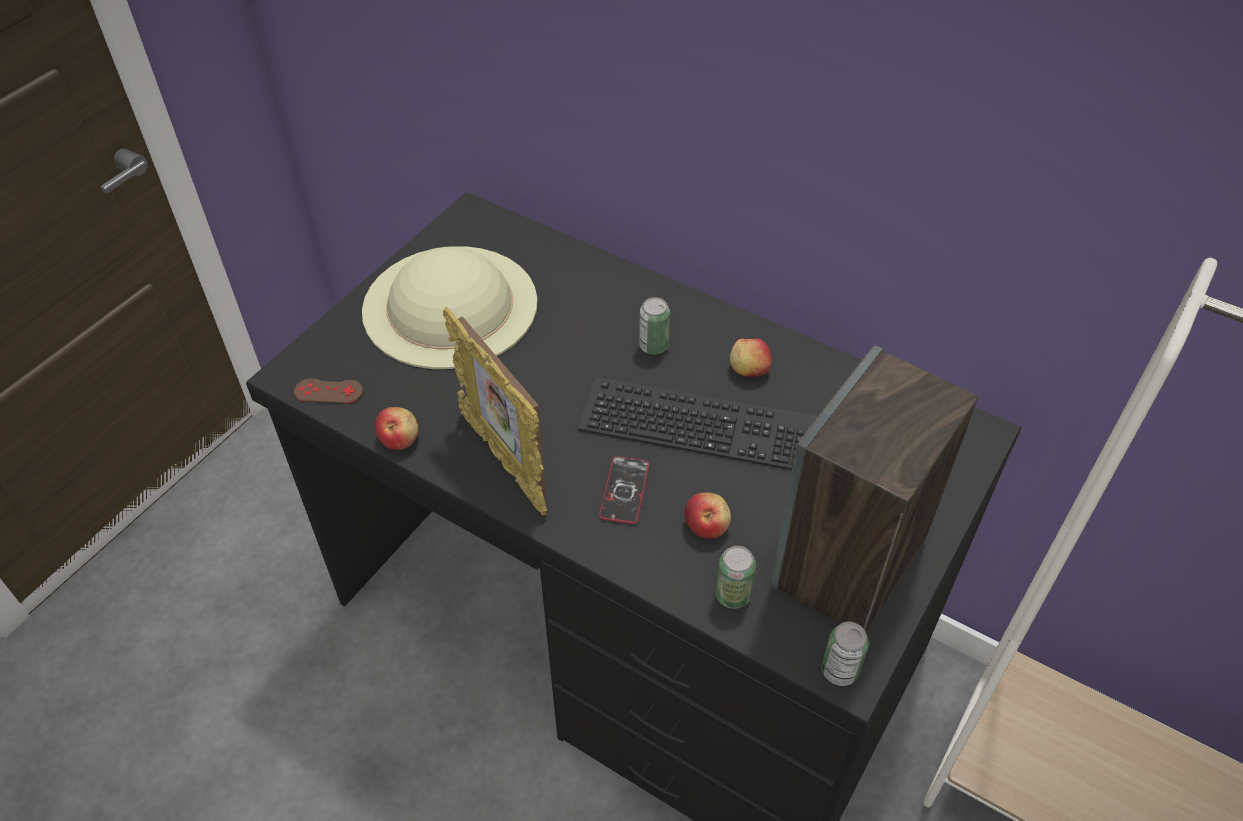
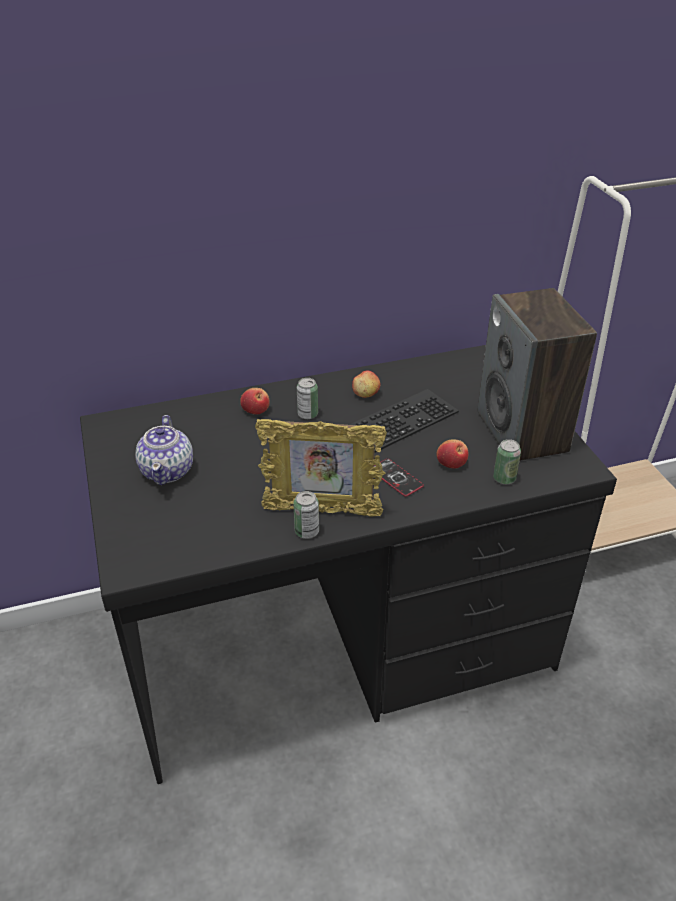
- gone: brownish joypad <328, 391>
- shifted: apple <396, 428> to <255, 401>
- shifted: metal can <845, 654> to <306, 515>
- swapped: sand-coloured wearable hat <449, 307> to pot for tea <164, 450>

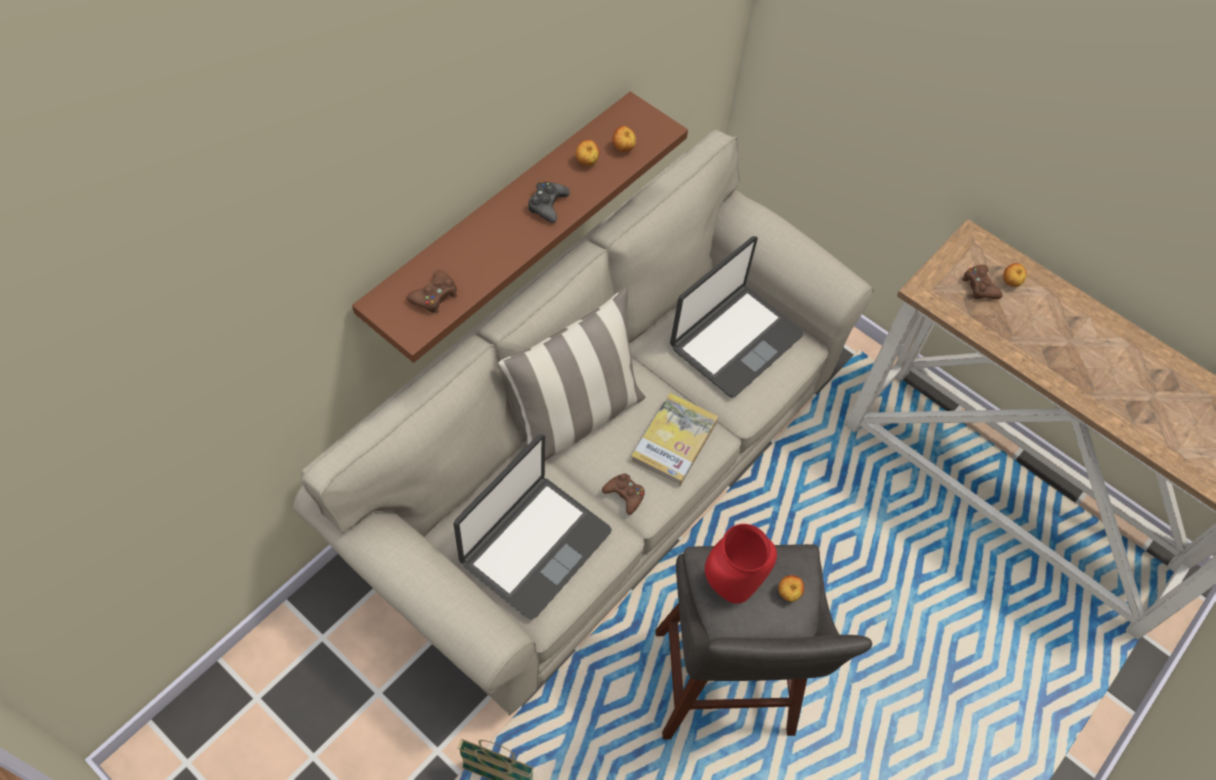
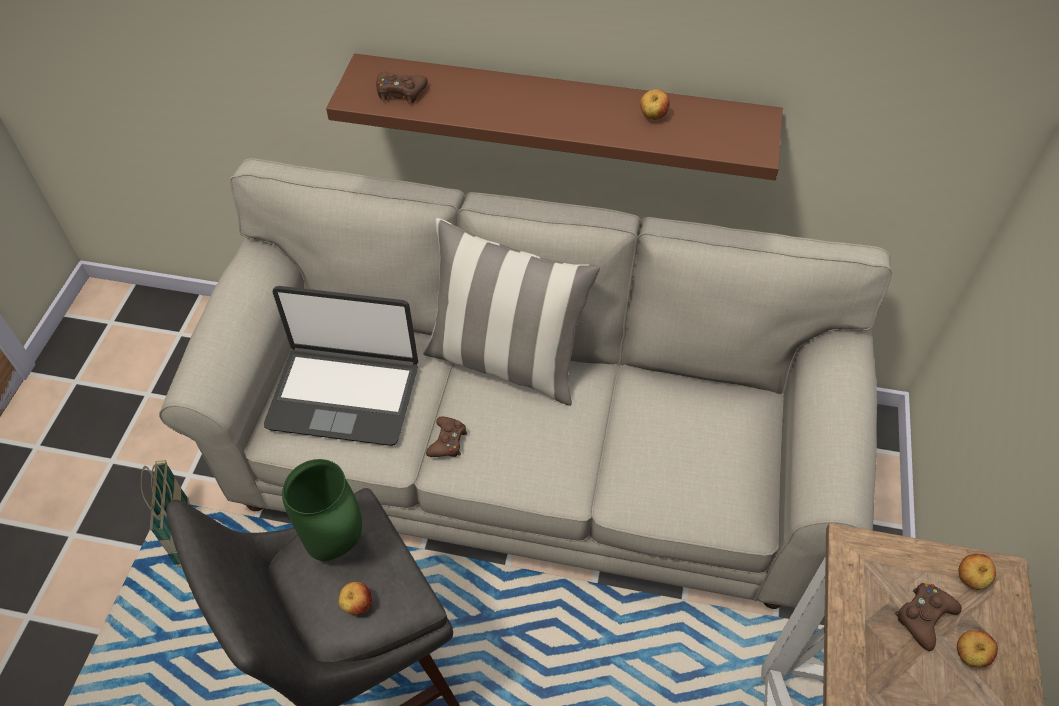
- gone: black-coloured joypad <549, 202>
- gone: volume <674, 439>
- gone: notebook computer <737, 317>
- shifted: apple <624, 139> to <977, 572>
- repainted: red decorative vase <741, 564> to green decorative vase <322, 510>

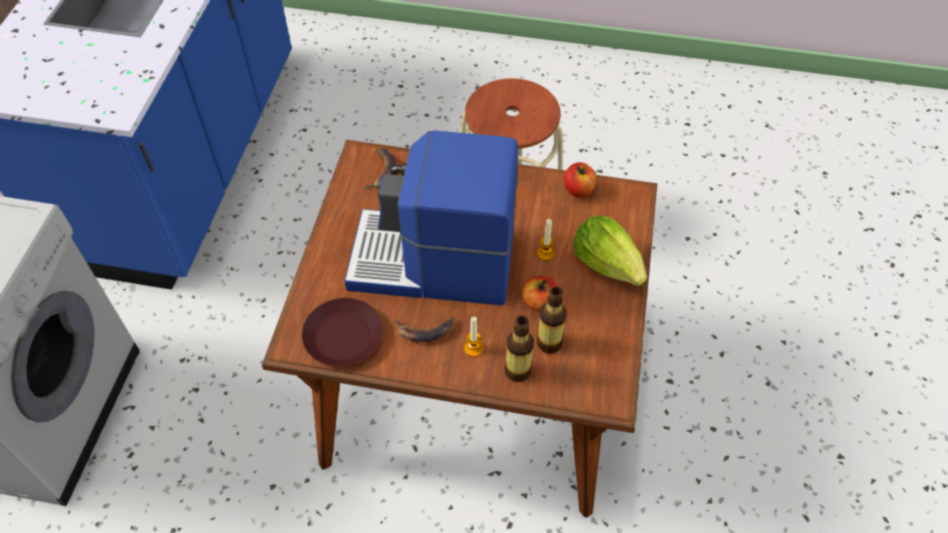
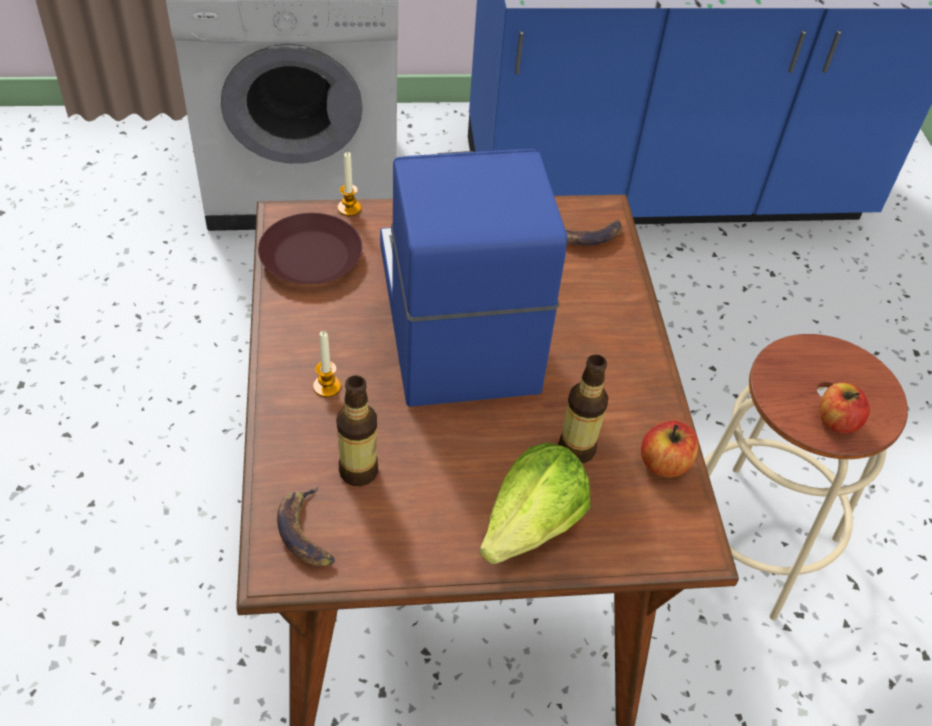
- shifted: banana fruit <425, 329> to <306, 526>
- shifted: bottle <519, 349> to <583, 408>
- shifted: apple <540, 294> to <844, 408>
- shifted: wax light <546, 240> to <349, 184>

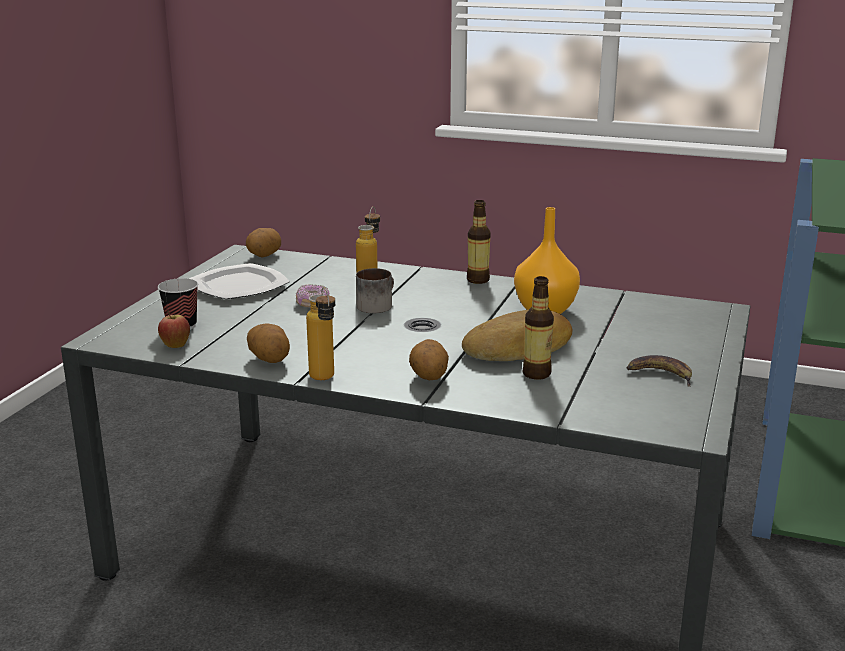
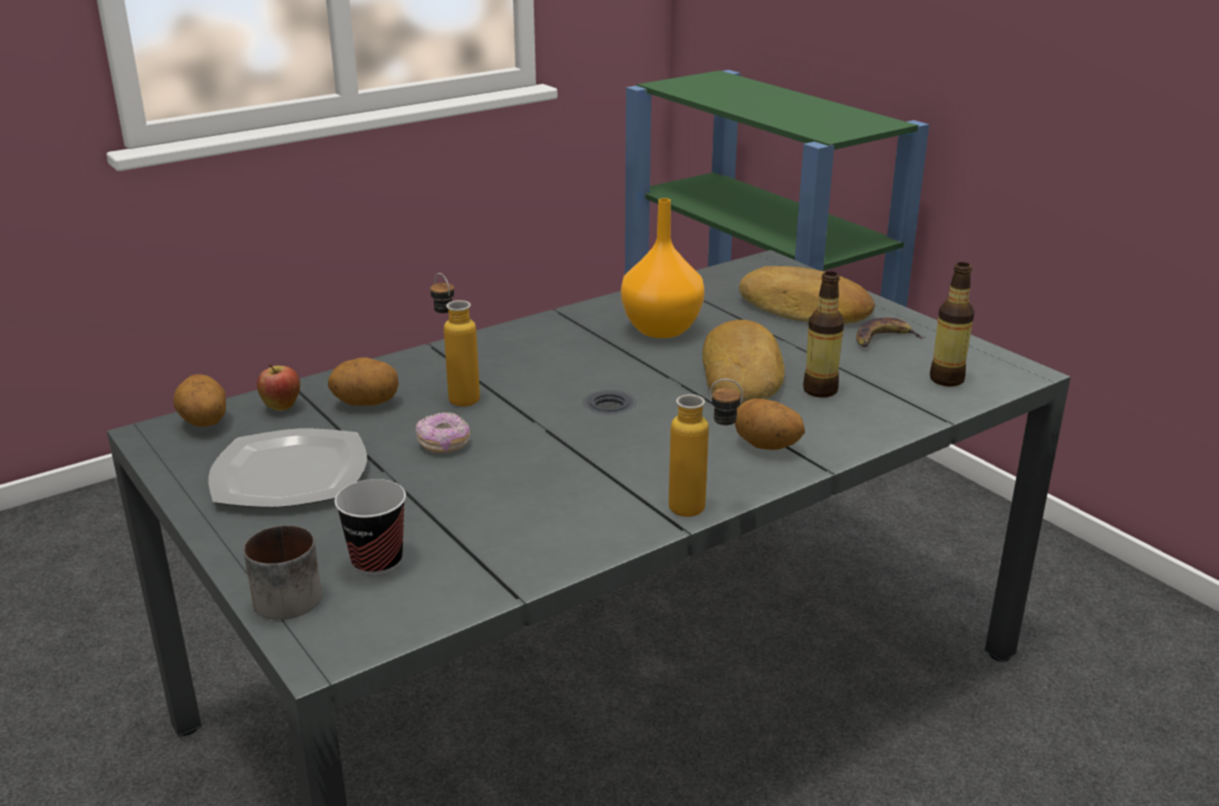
- new: bakery bread <807, 295>
- shifted: apple <174, 329> to <278, 387>
- shifted: whole potato <268, 343> to <363, 381>
- shifted: coffee mug <375, 290> to <283, 572>
- shifted: bottle <478, 242> to <952, 324>

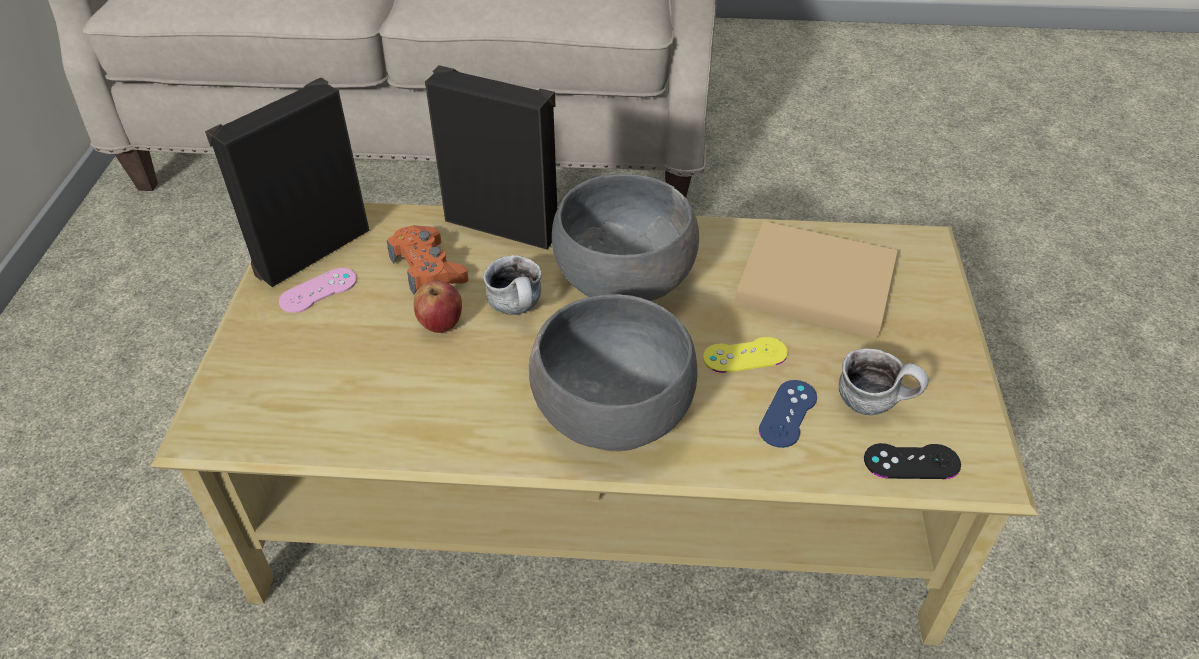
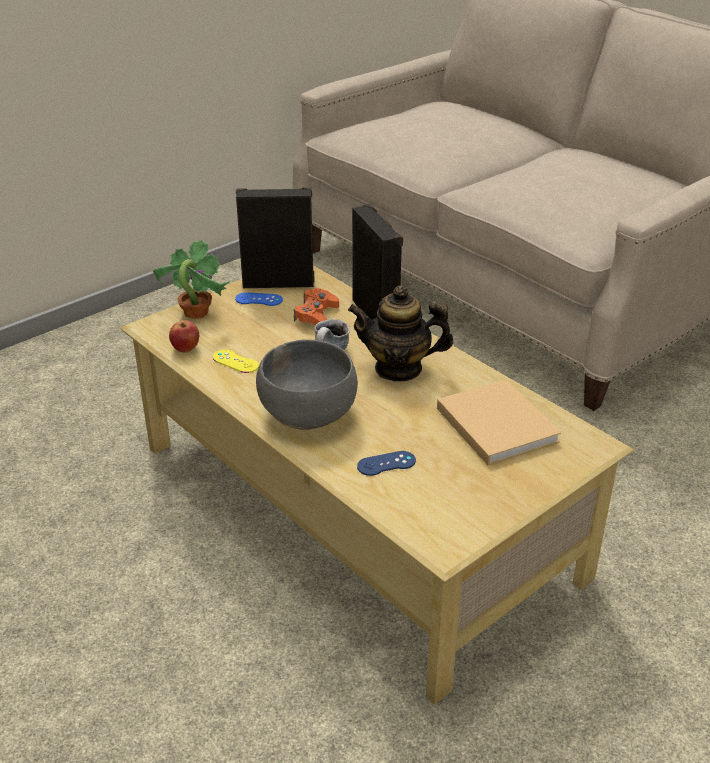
- gone: coffee mug <884, 381>
- gone: black-coloured joypad <912, 461>
- new: houseplant <192, 279>
- shifted: apple <438, 306> to <184, 336>
- shifted: yellow joypad <745, 355> to <236, 361>
- swapped: grey deep dish <625, 237> to pot for tea <400, 333>
- repainted: pink-coloured joypad <318, 290> to blue-coloured joypad <259, 299>

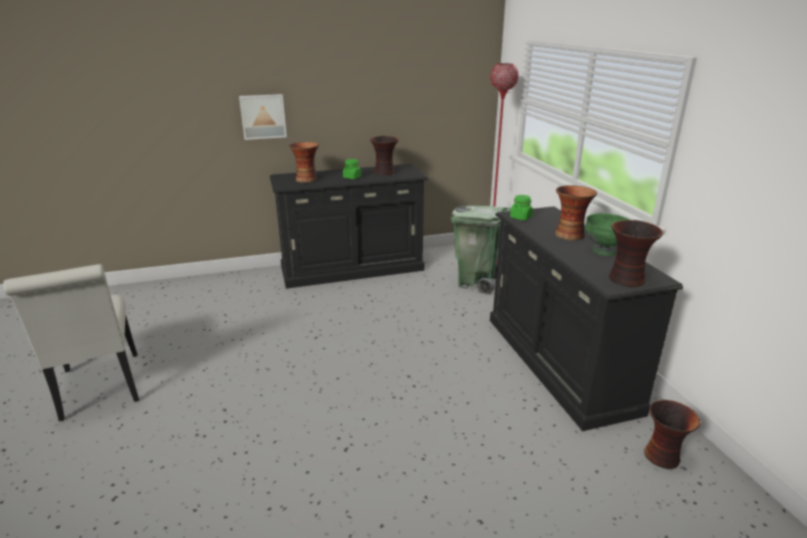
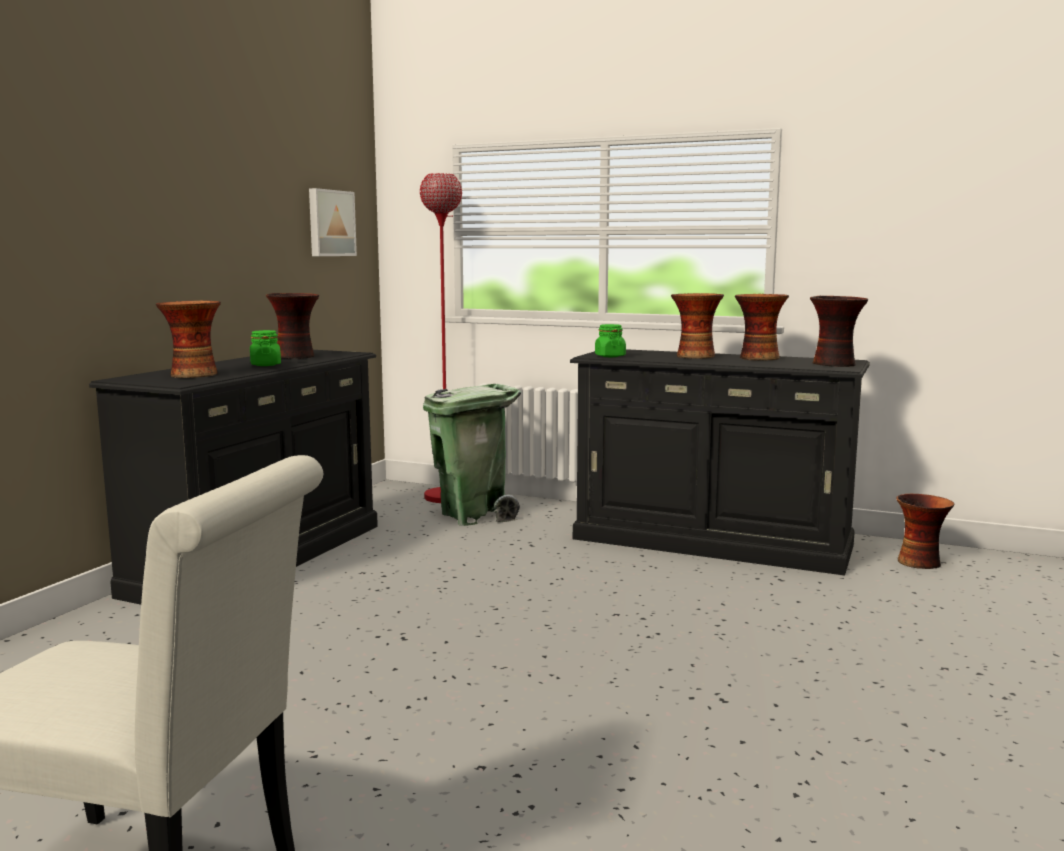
- shifted: wall art <263, 117> to <333, 222>
- swapped: green deep dish <607, 234> to decorative vase <762, 327>

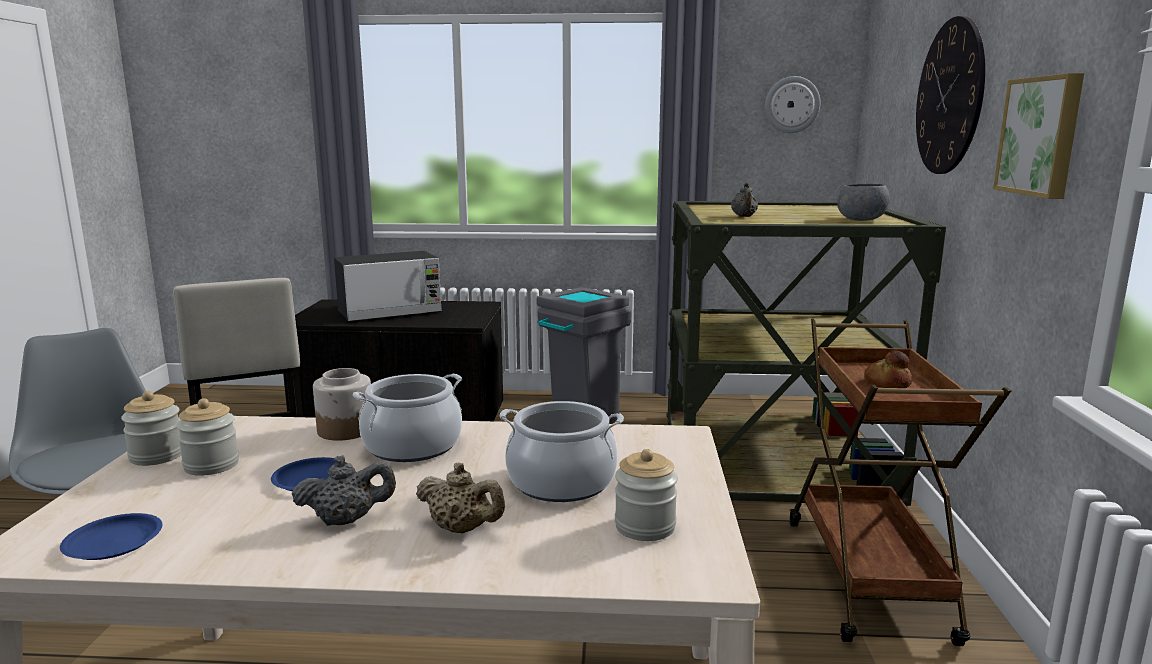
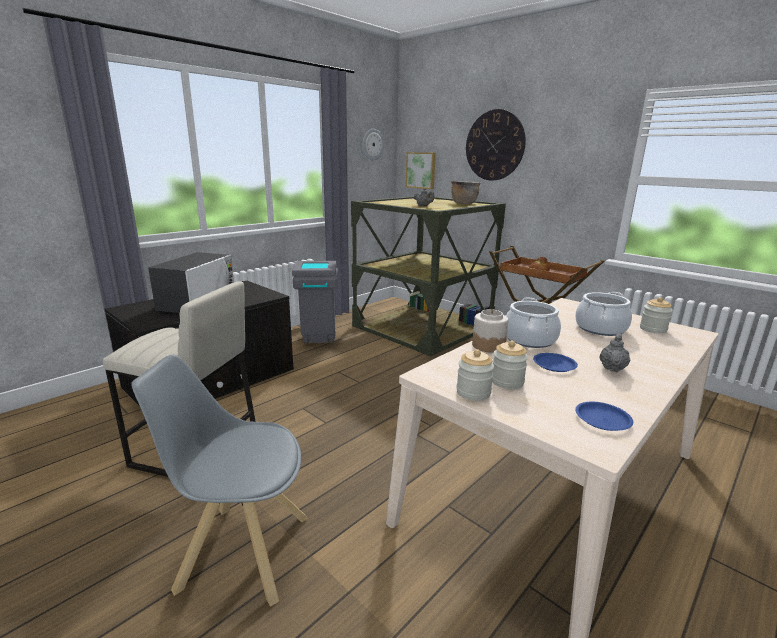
- gone: sand-coloured pot for tea <460, 498>
- shifted: wall art <1038, 136> to <421, 170>
- swapped: grey deep dish <863, 202> to brownish cooking pot <465, 192>

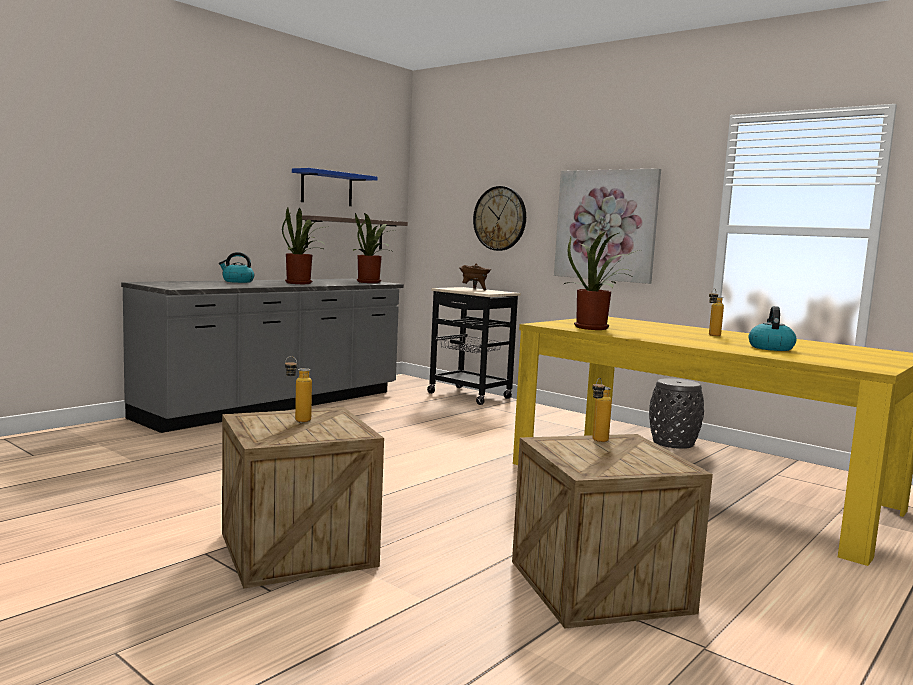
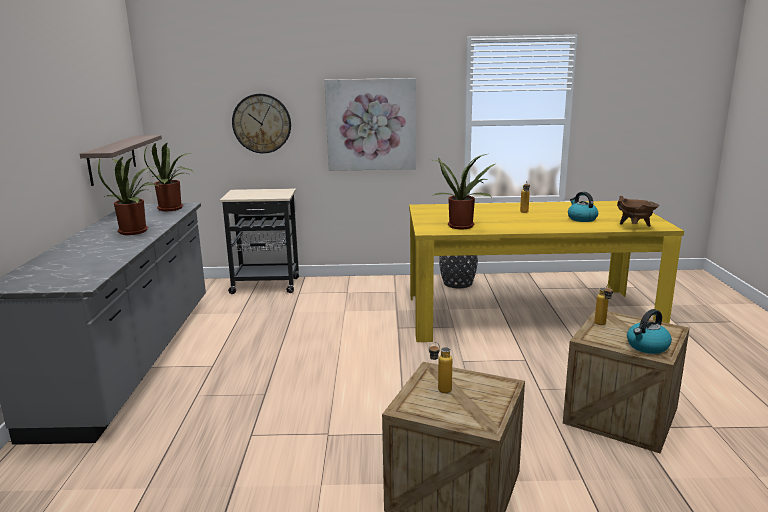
- gone: blue-coloured bracket shelf <335, 187>
- shifted: water kettle <236, 267> to <649, 331>
- shifted: brownish cooking pot <475, 277> to <638, 211>

